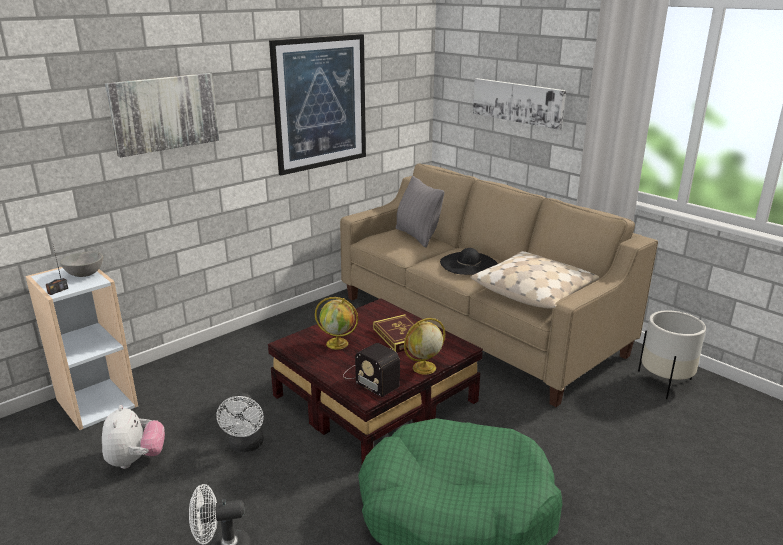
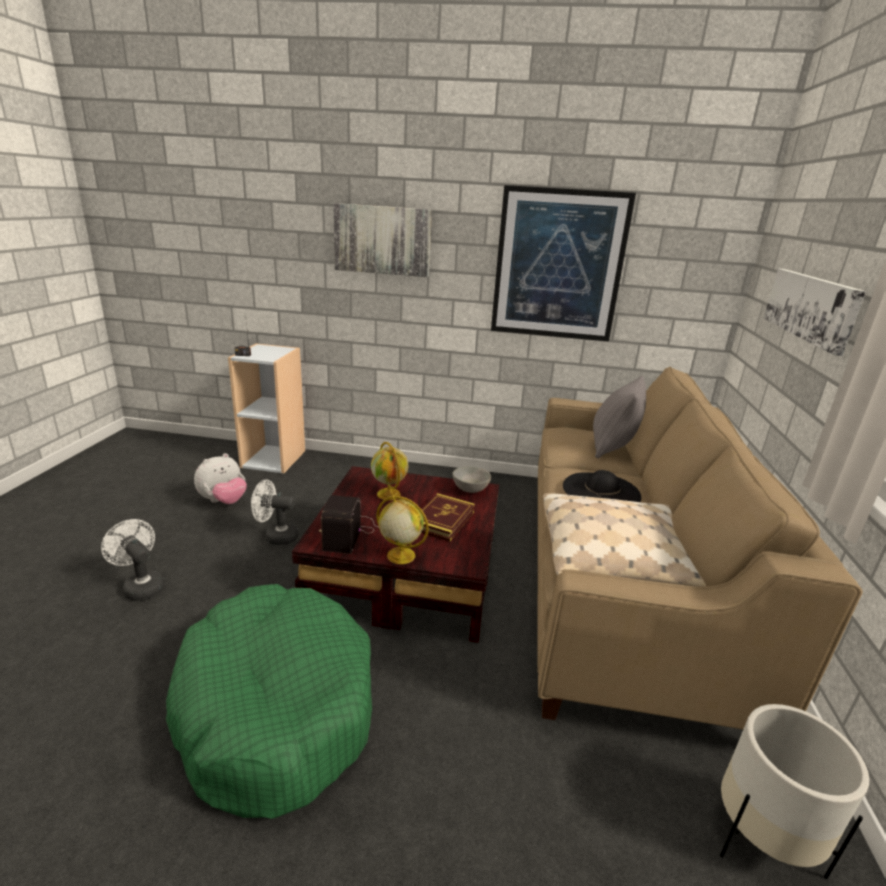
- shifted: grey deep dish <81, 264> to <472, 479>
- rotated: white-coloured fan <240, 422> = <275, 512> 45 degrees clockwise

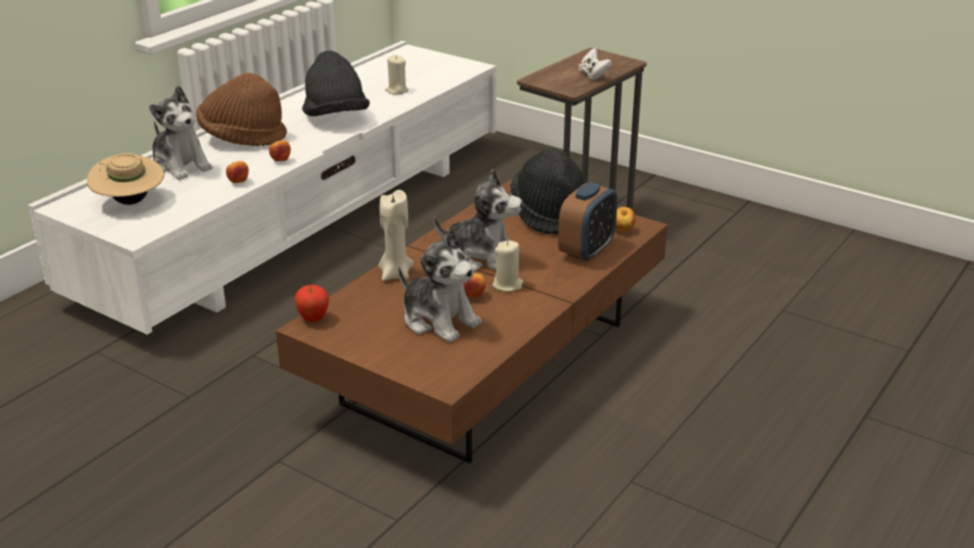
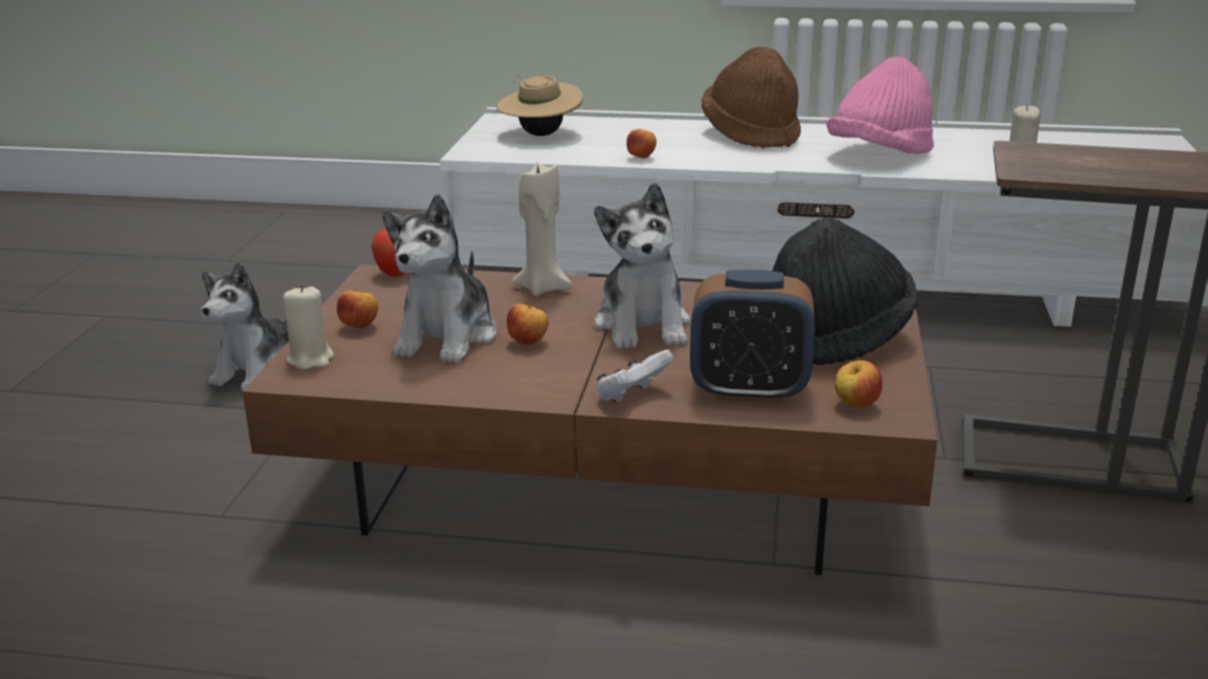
- shifted: soft toy <181, 133> to <245, 326>
- shifted: apple <280, 150> to <357, 309>
- shifted: sand-coloured wax light <507, 266> to <308, 327>
- shifted: white-coloured joypad <595, 64> to <635, 376>
- repainted: black-coloured wearable hat <336, 83> to pink-coloured wearable hat <880, 105>

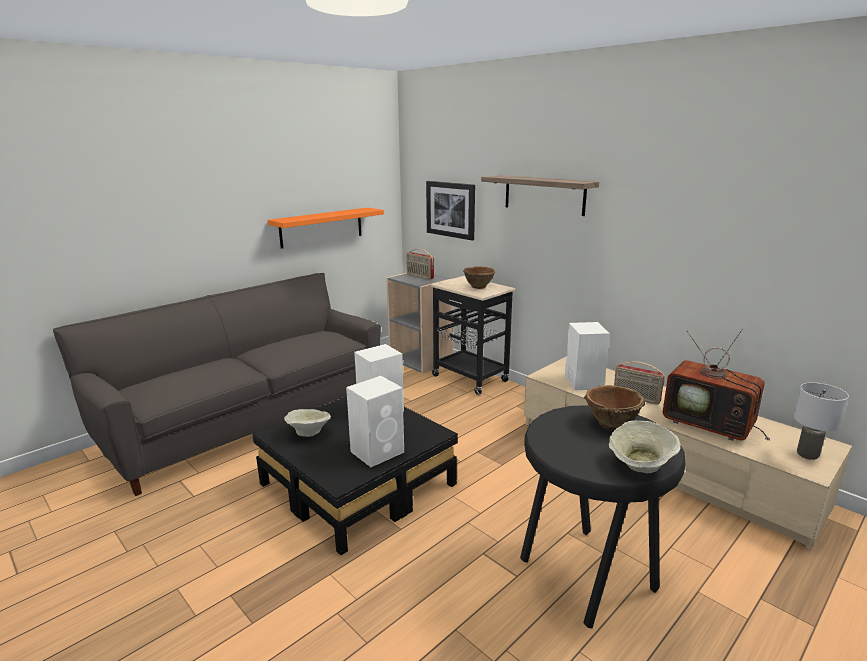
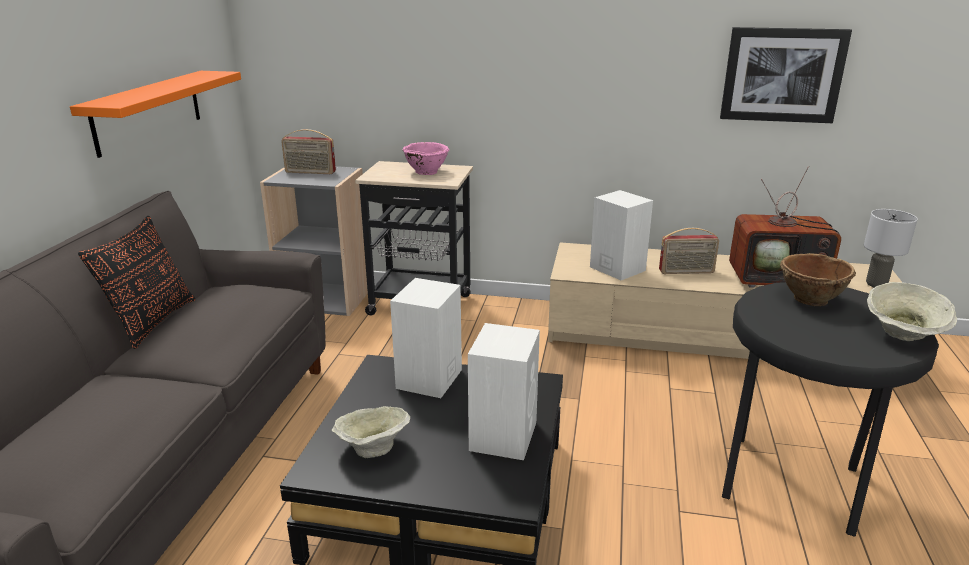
- gone: bracket shelf <540, 195>
- new: black-coloured pillow <136, 282>
- shifted: wall art <450, 210> to <786, 75>
- repainted: brownish deep dish <479, 277> to pink-coloured deep dish <425, 158>

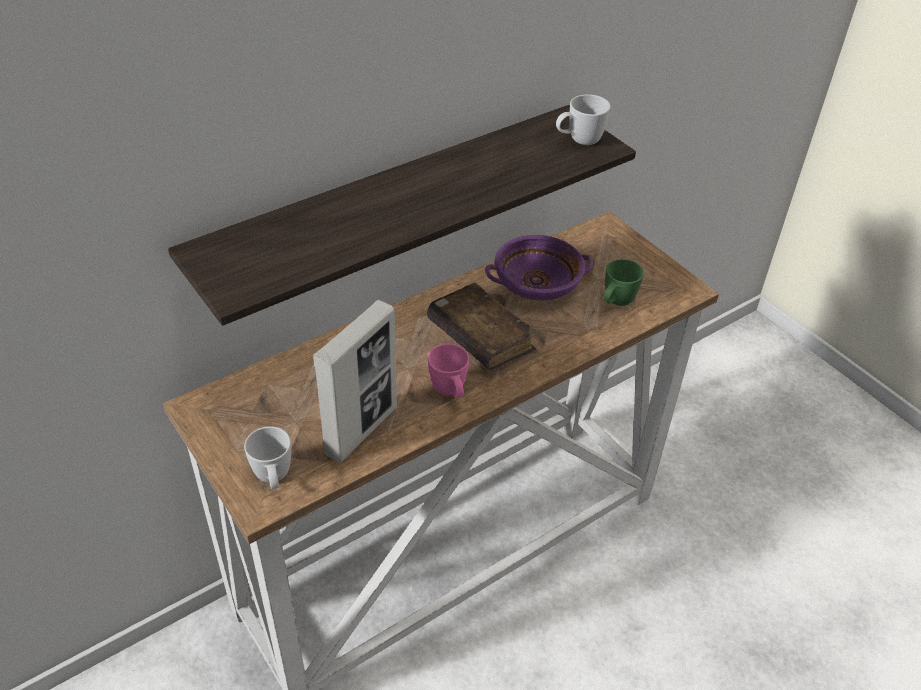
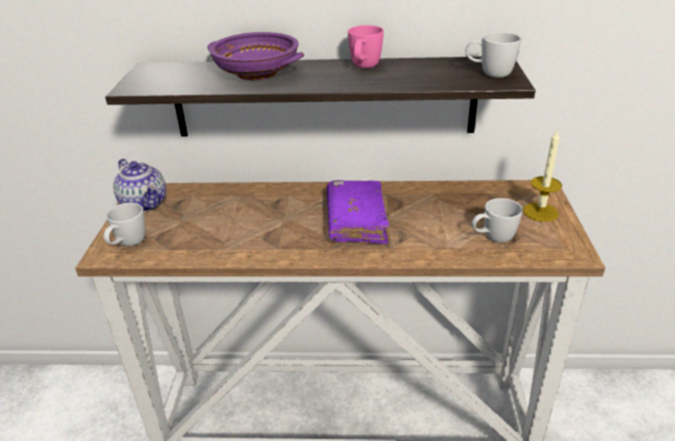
- gone: picture frame <355, 381>
- new: pot for tea <139, 185>
- new: wax light <542, 175>
- shifted: pink-coloured coffee mug <448, 371> to <366, 46>
- shifted: purple-coloured deep dish <539, 268> to <256, 56>
- repainted: brownish volume <483, 327> to purple-coloured volume <358, 212>
- repainted: green coffee mug <623, 282> to white-coloured coffee mug <497, 220>

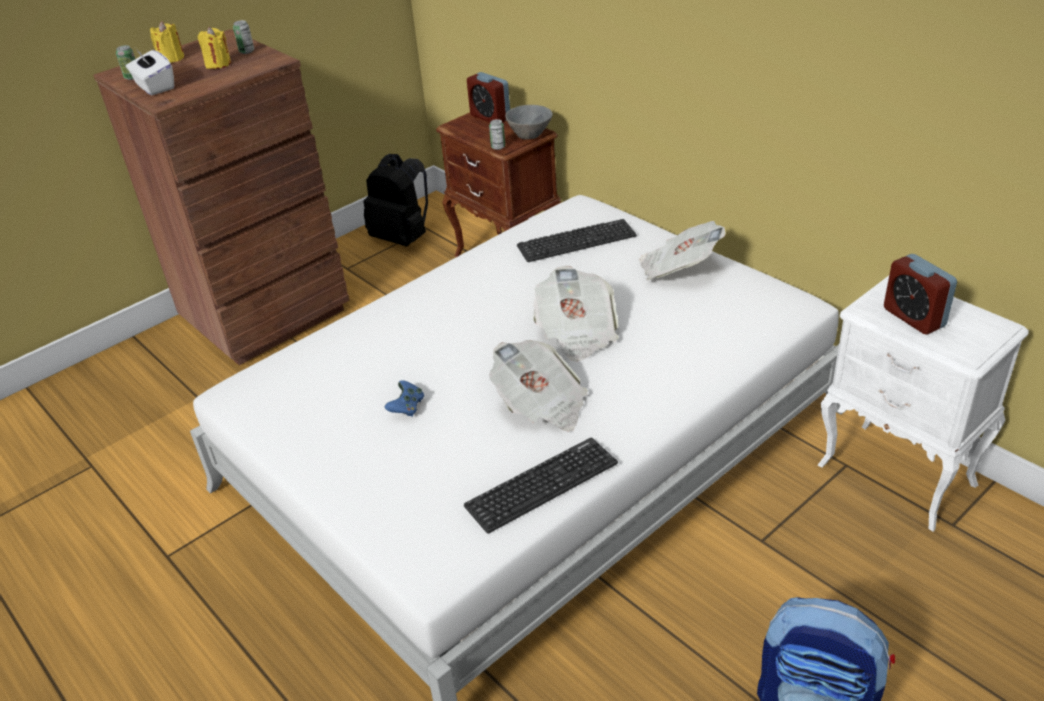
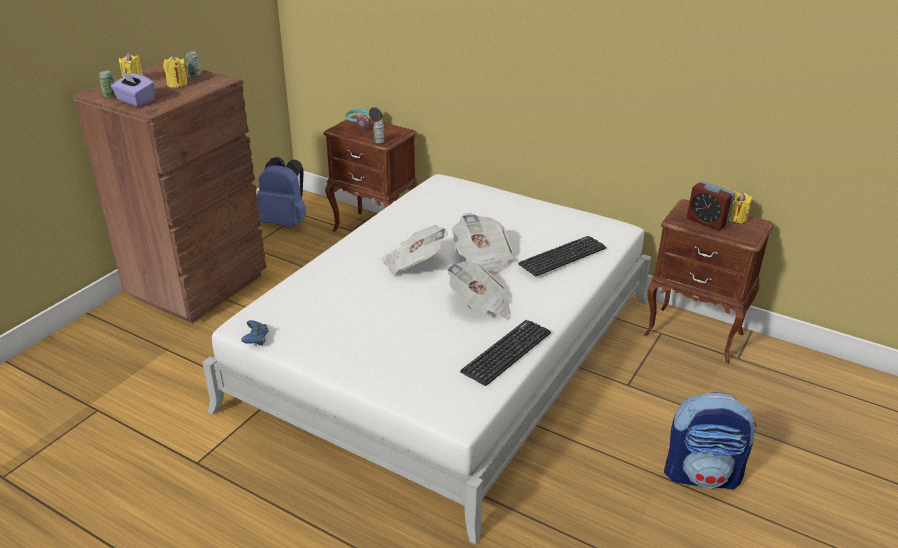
- gone: grey deep dish <529, 122>
- new: yellow wax light <740, 207>
- shifted: blue-coloured joypad <404, 398> to <255, 333>
- shifted: computer keyboard <577, 240> to <562, 256>
- shifted: daily paper <682, 250> to <415, 249>
- swapped: table clock <488, 97> to headphones <364, 118>
- repainted: white-coloured tissue holder <150, 72> to purple-coloured tissue holder <133, 89>
- repainted: black-coloured rucksack <395, 200> to blue-coloured rucksack <281, 192>
- repainted: white-coloured nightstand <923, 404> to brownish nightstand <708, 281>

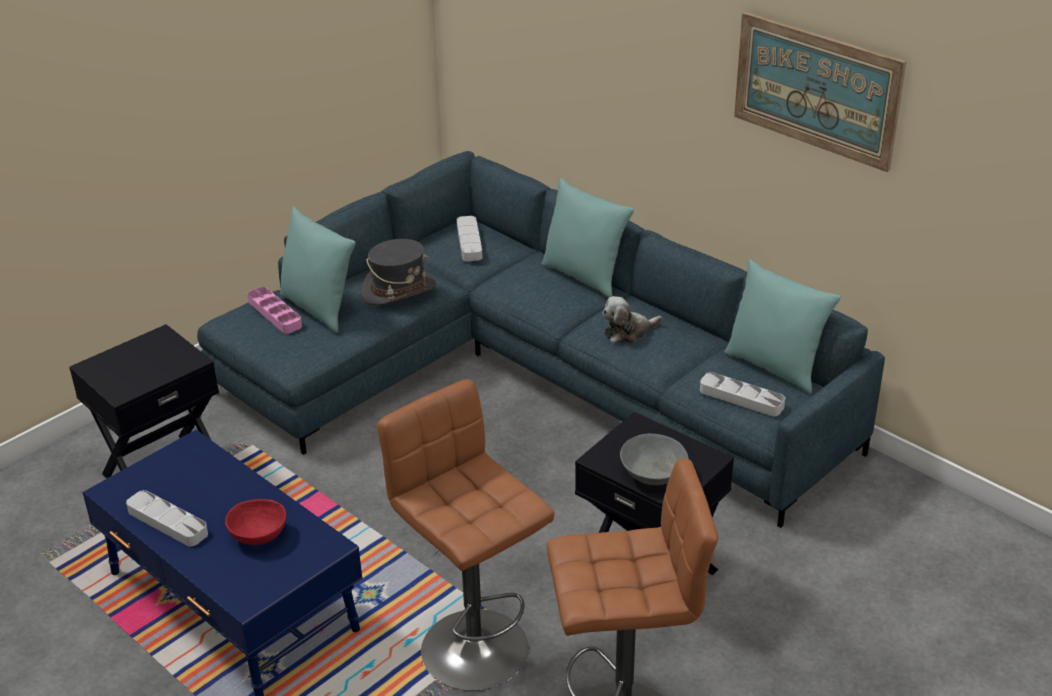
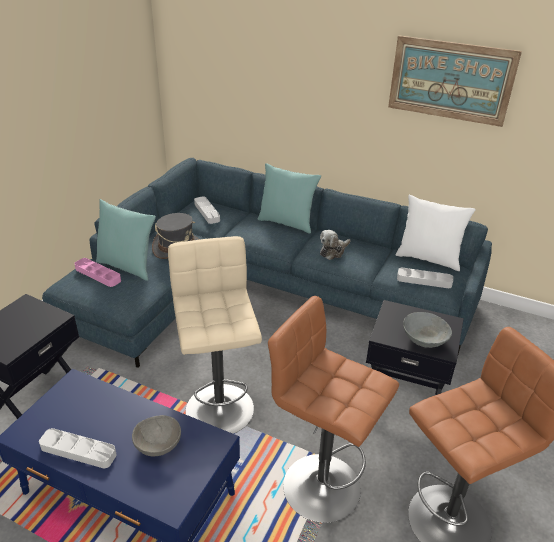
- new: sand-coloured stool seat <215, 335>
- repainted: red deep dish <255, 522> to grey deep dish <156, 436>
- repainted: turquoise pillow <782, 326> to white-coloured pillow <436, 233>

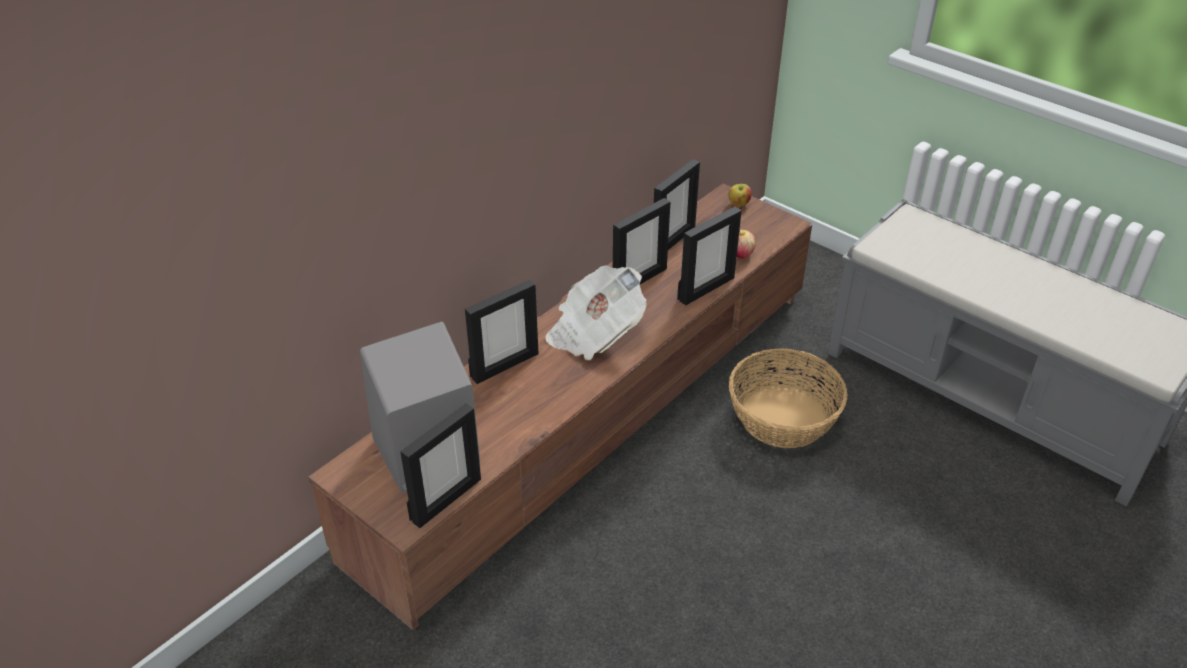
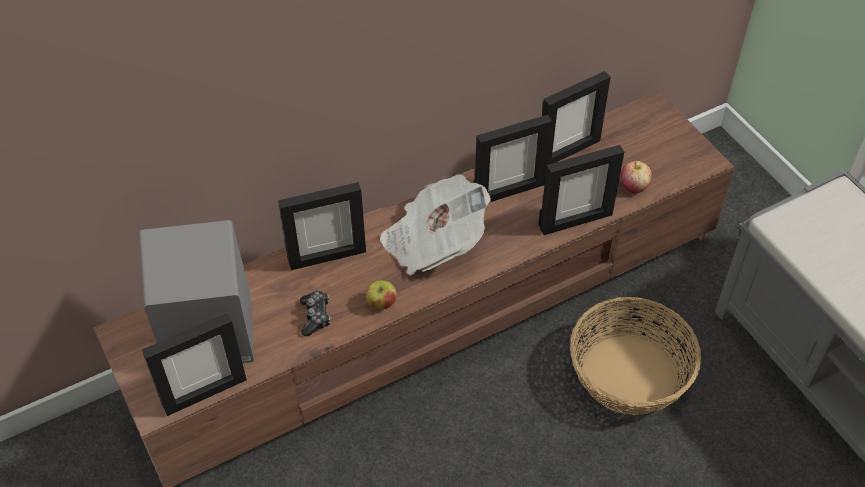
- new: joypad <315, 313>
- shifted: apple <740, 195> to <381, 295>

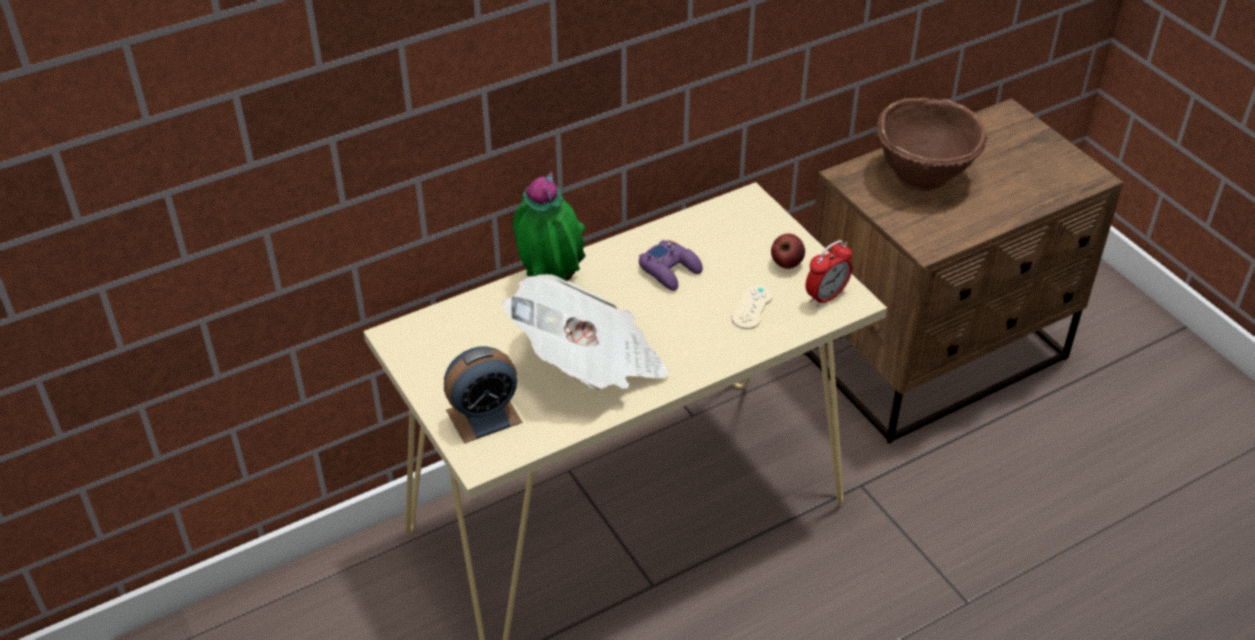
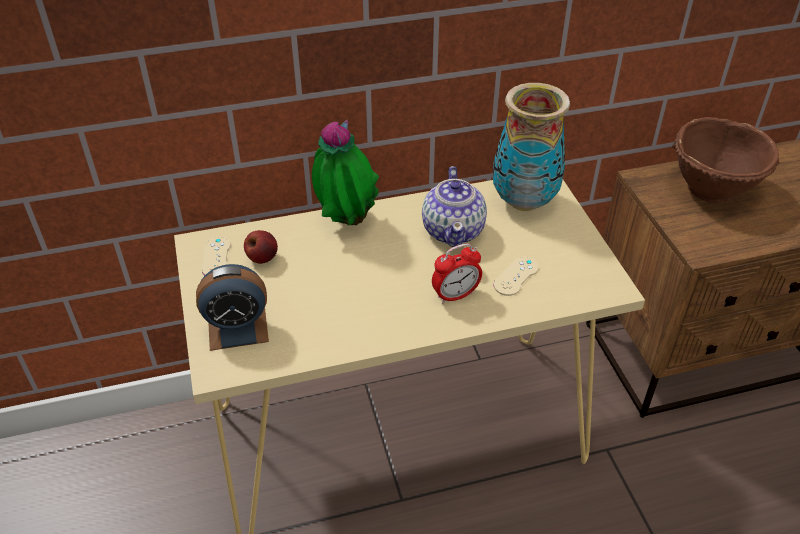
- gone: daily paper <586, 332>
- new: sand-coloured joypad <216, 255>
- new: decorative vase <531, 147>
- shifted: apple <788, 251> to <261, 247>
- shifted: table clock <828, 273> to <457, 274>
- swapped: purple-coloured joypad <671, 265> to pot for tea <454, 206>

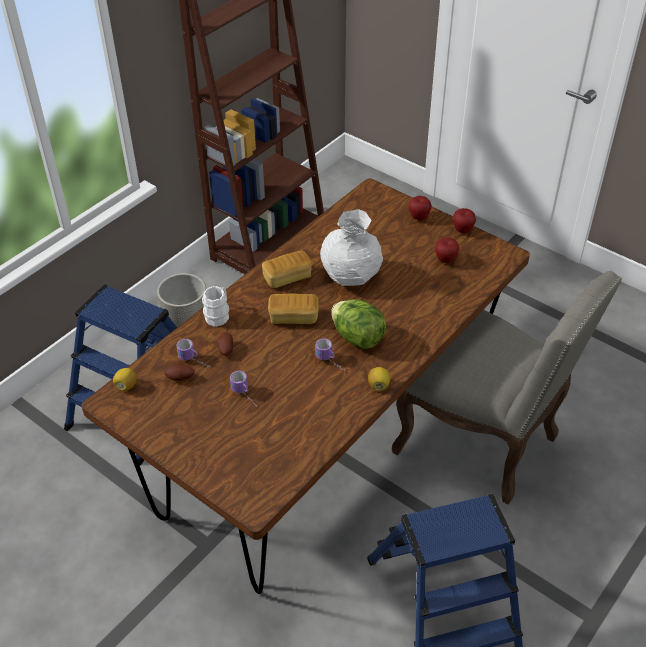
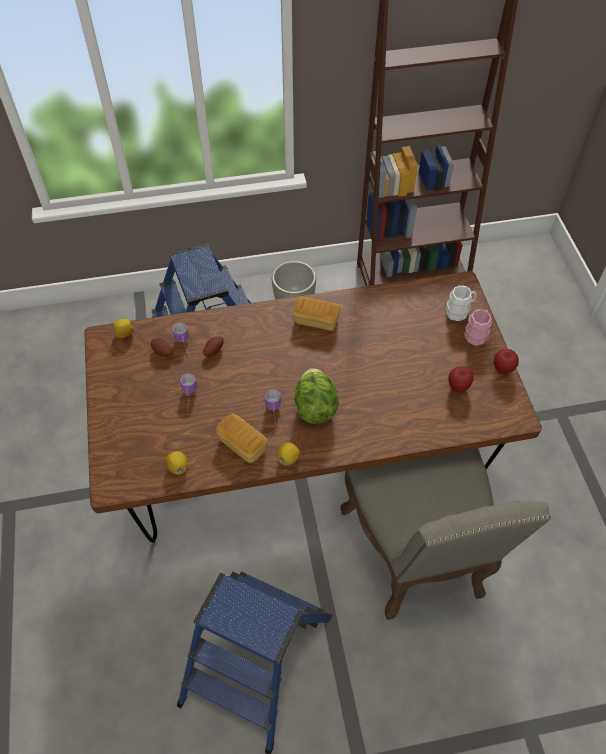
- gone: white-coloured decorative vase <351, 247>
- new: citrus fruit <176, 463>
- shifted: white-coloured coffee mug <215, 306> to <461, 303>
- shifted: bakery bread <293, 309> to <241, 438>
- swapped: apple <420, 208> to pink-coloured coffee mug <478, 327>

